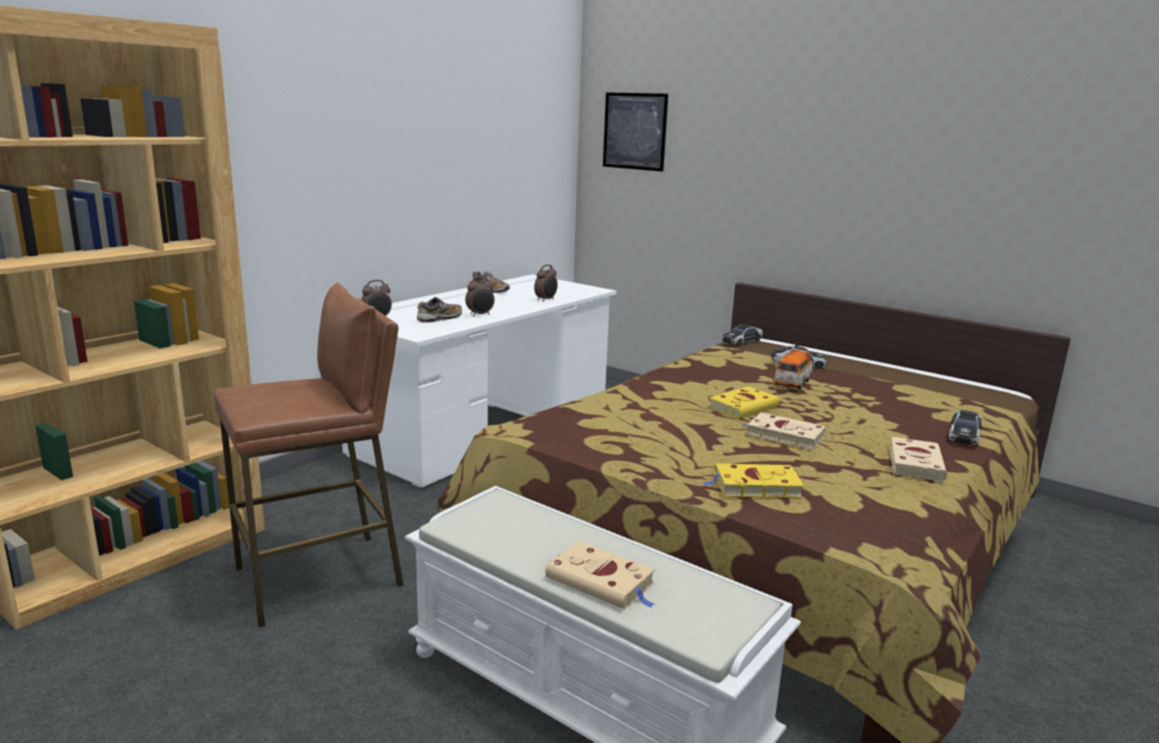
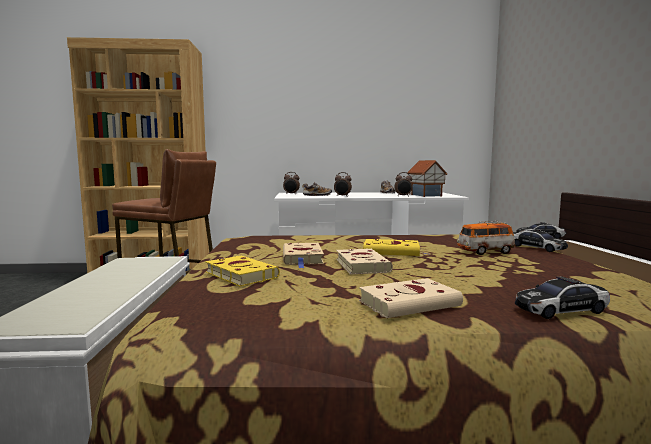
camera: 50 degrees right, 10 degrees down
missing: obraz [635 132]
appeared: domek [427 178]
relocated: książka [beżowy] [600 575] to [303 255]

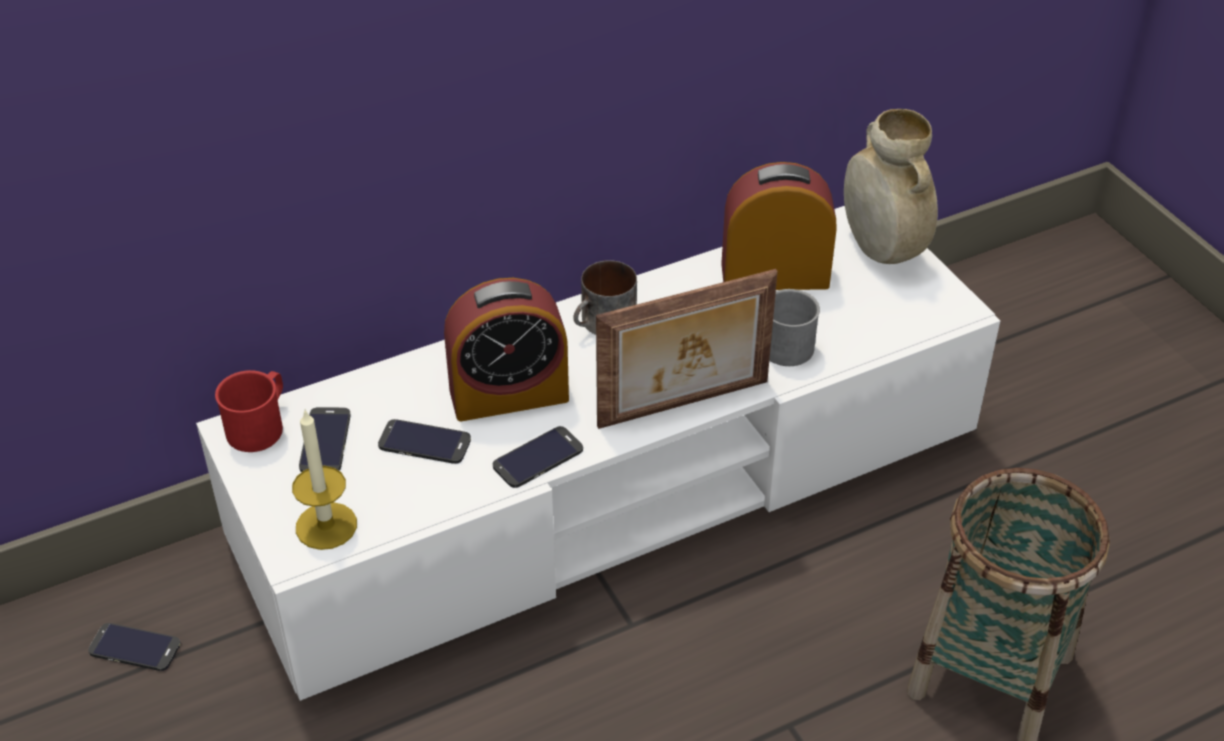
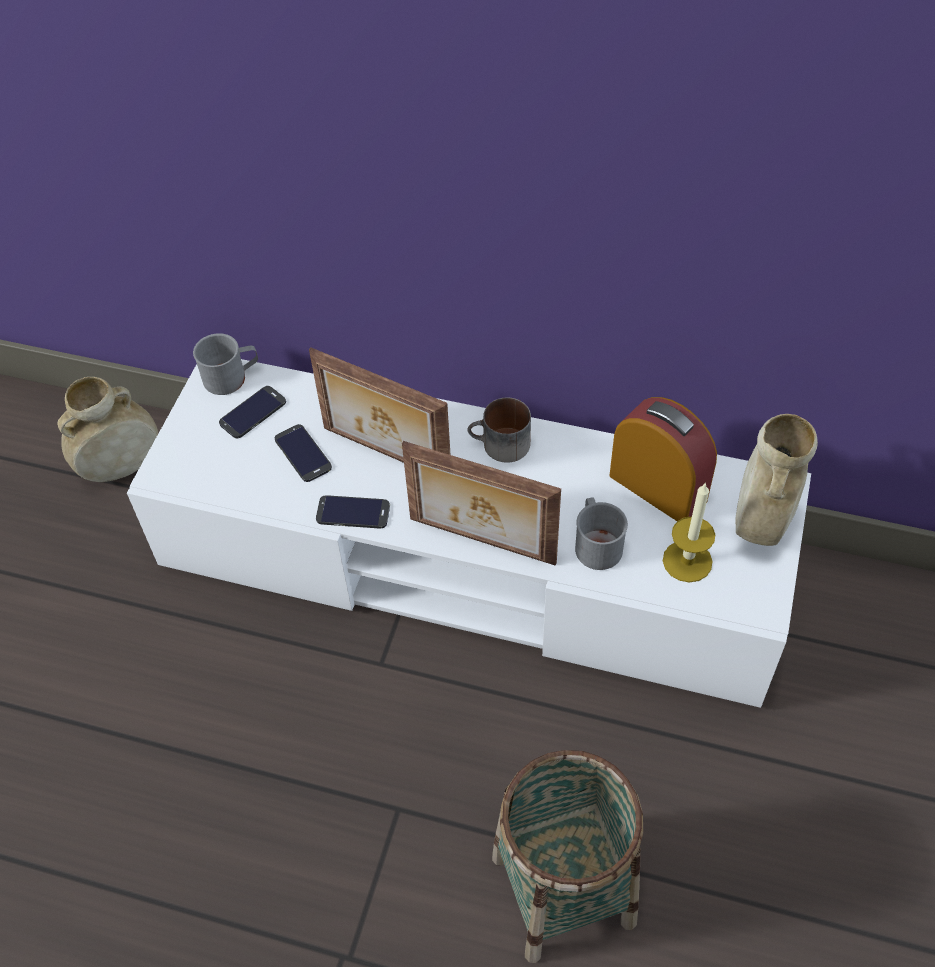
camera: 45 degrees right, 10 degrees up
relocated: świeca [324 480] to [689 532]
exchanged: telefon [134 647] to wazon [beżowy] [107 429]; budzik [506 349] to ramka na zdjęcie [380 405]
colour: kubek [czerwony] [249 411] to kubek [szary] [225 364]

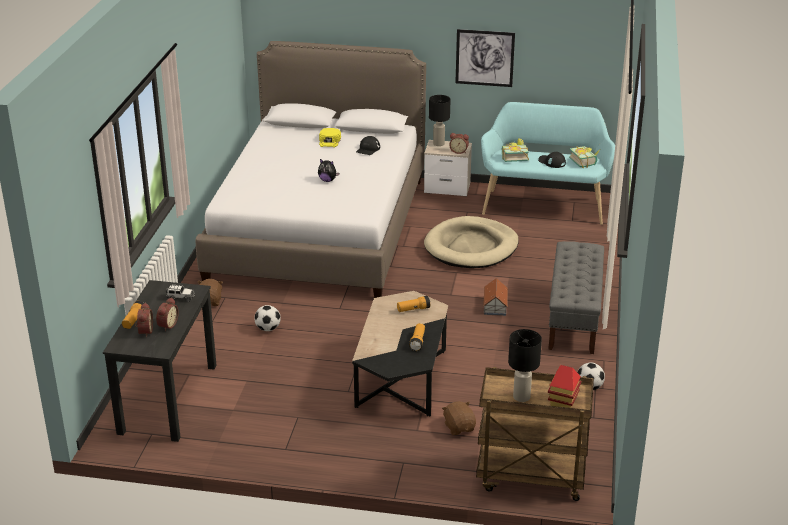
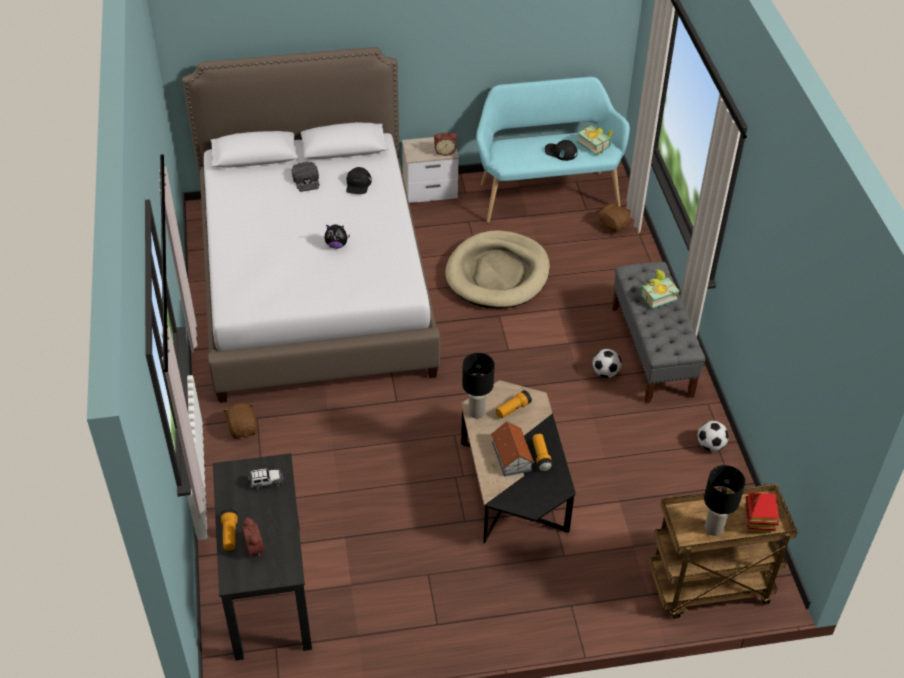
camera: 20 degrees left, 15 degrees up
missing: budzik [167 314]; obraz [485 58]
relocated: piłka futbolowa [268 318] to [607 363]; lampa stołowa [czarny] [440 120] to [478 386]; pluszak [brązowy] [459 418] to [615 218]; domek [495 297] to [512 448]; książka [515 150] to [660 289]
colour: czapka z daszkiem [żółty] [330 137] to czapka z daszkiem [czarny] [306 177]

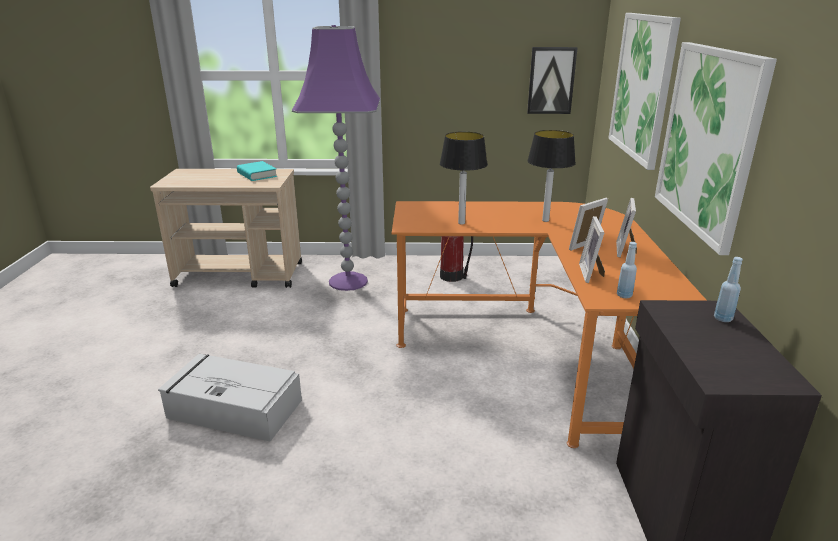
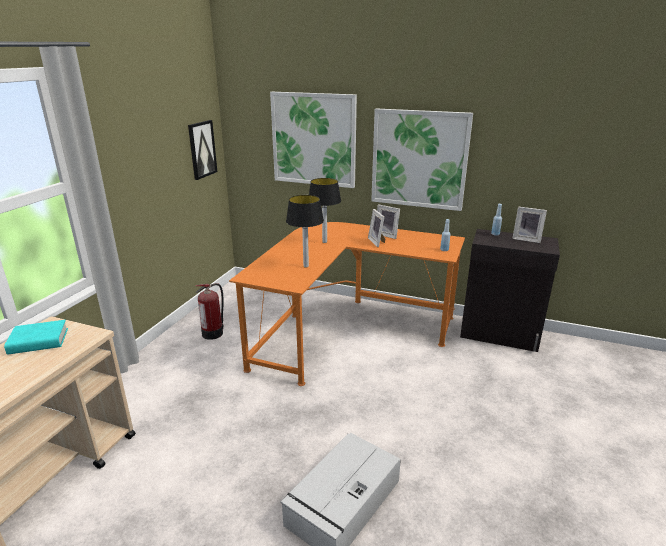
camera: 70 degrees left, 0 degrees up
missing: lampa stojąca [fioletowy] [336 158]
relocated: ramka na zdjęcie [592 249] to [529 225]

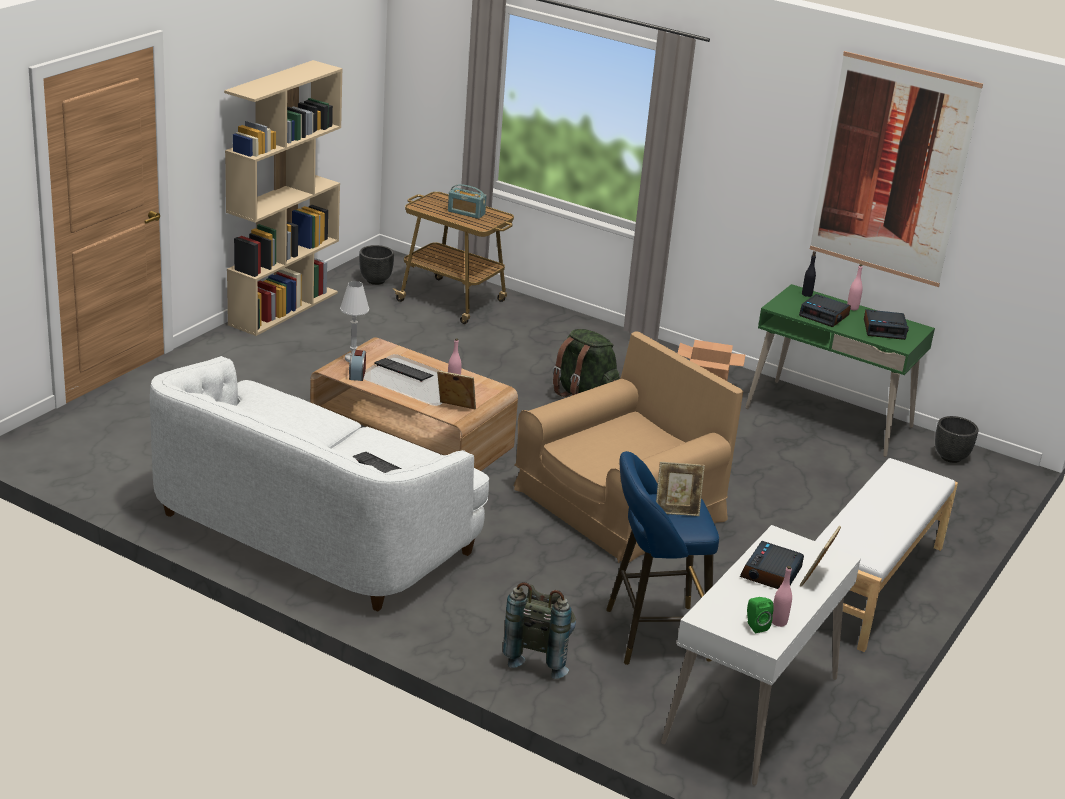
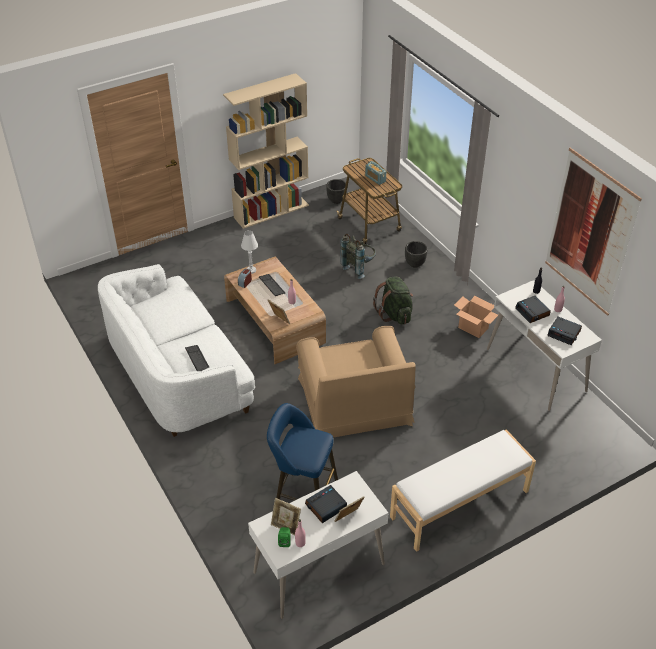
camera: 30 degrees right, 15 degrees up
relocated: plecak [szary] [539 630] to [358 256]; ramka na zdjęcie [680 489] to [286 516]; donica [czarny] [956 439] to [416 254]
colour: biurko [zielony] [840 370] to biurko [biały] [544 345]
spun: fotel [brązowy] [628 447] = [356 382] 90 degrees clockwise

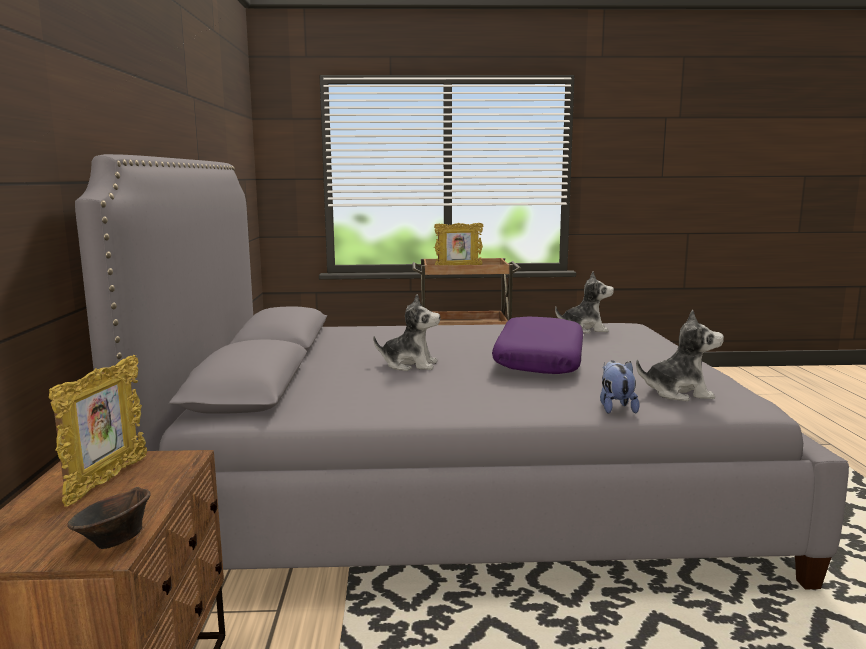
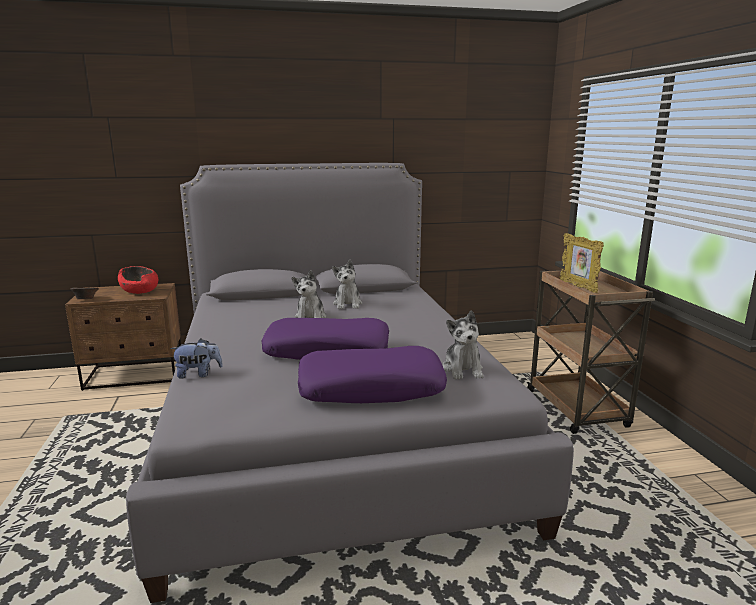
camera: 80 degrees right, 5 degrees up
appeared: poduszka [fioletowy] [372 374]
relocated: pluszak [680 355] to [347 284]
exchanged: ramka na zdjęcie [98 431] to miska [czerwony] [138 280]

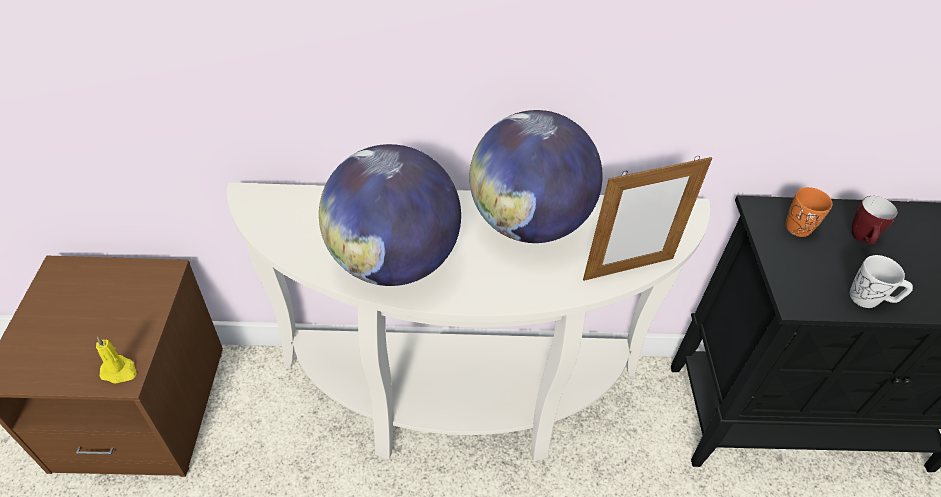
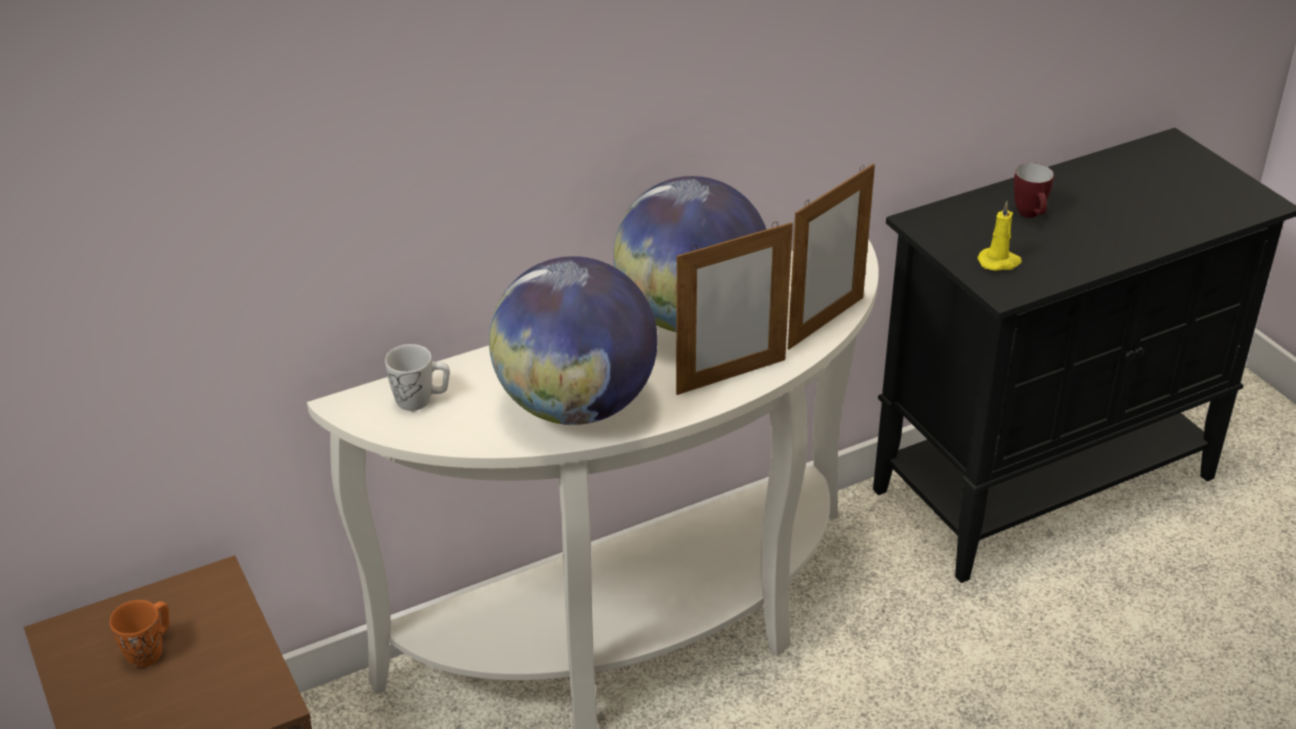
camera: 25 degrees left, 10 degrees down
appeared: ramka na zdjęcie [734 308]
relocated: świeca [żółty] [116 360] to [999 236]; kubek [pomarańczowy] [809 212] to [139 634]; kubek [biały] [881 281] to [417 377]

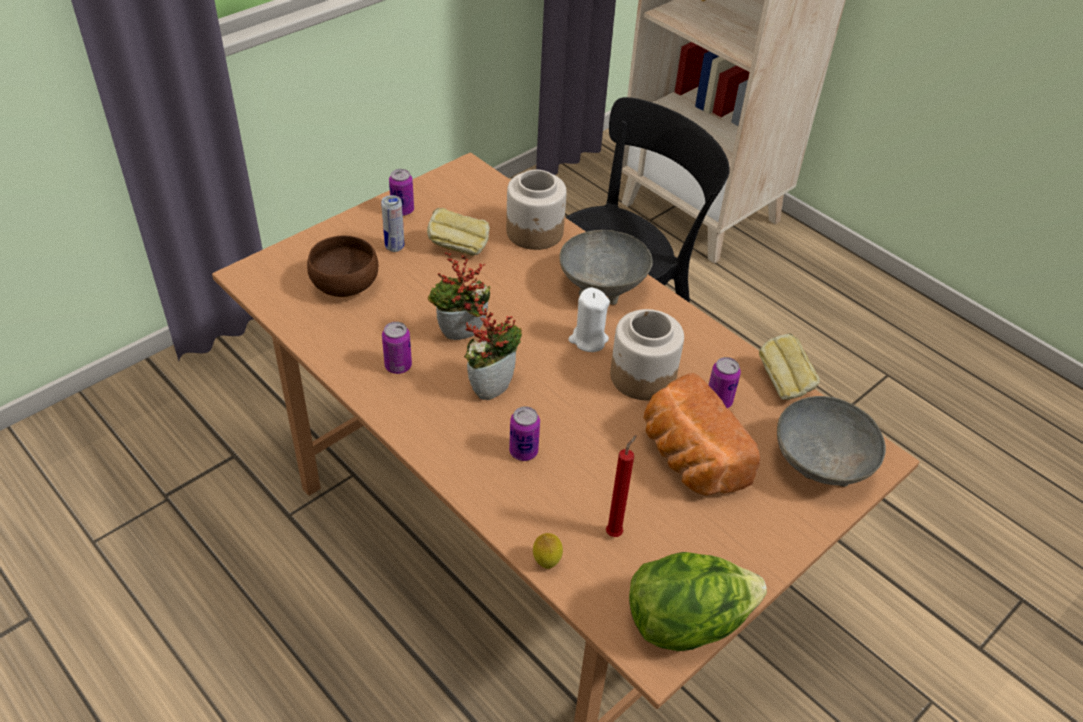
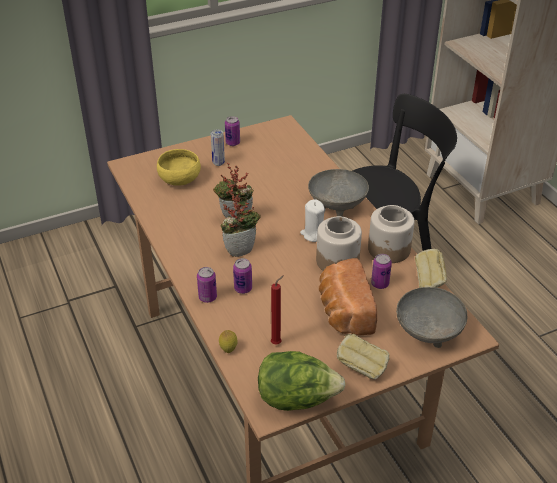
camera: 20 degrees right, 5 degrees down
relocated: puszka [397 348] to [207 285]; chleb [458 232] to [363 356]; słoik [536 210] to [391 234]
colour: miska [brązowy] [342 266] to miska [żółty] [179 167]

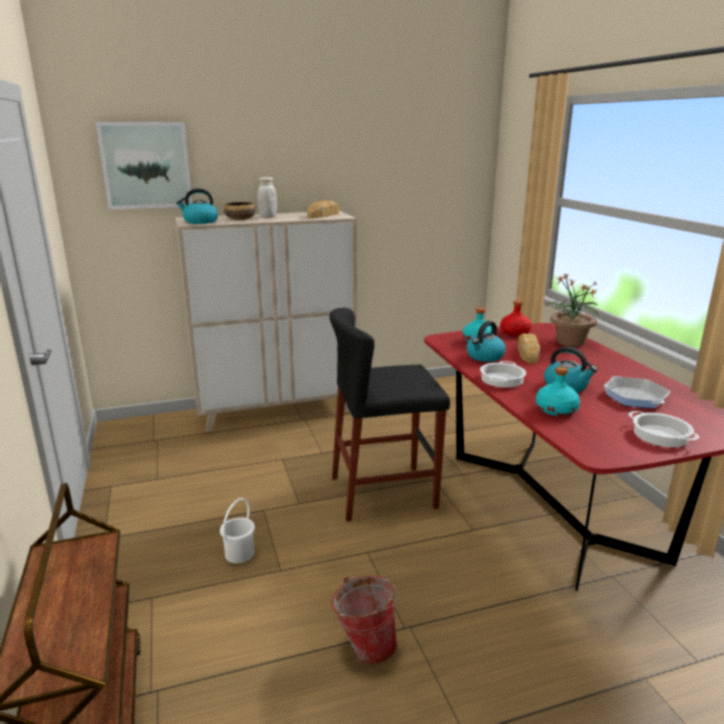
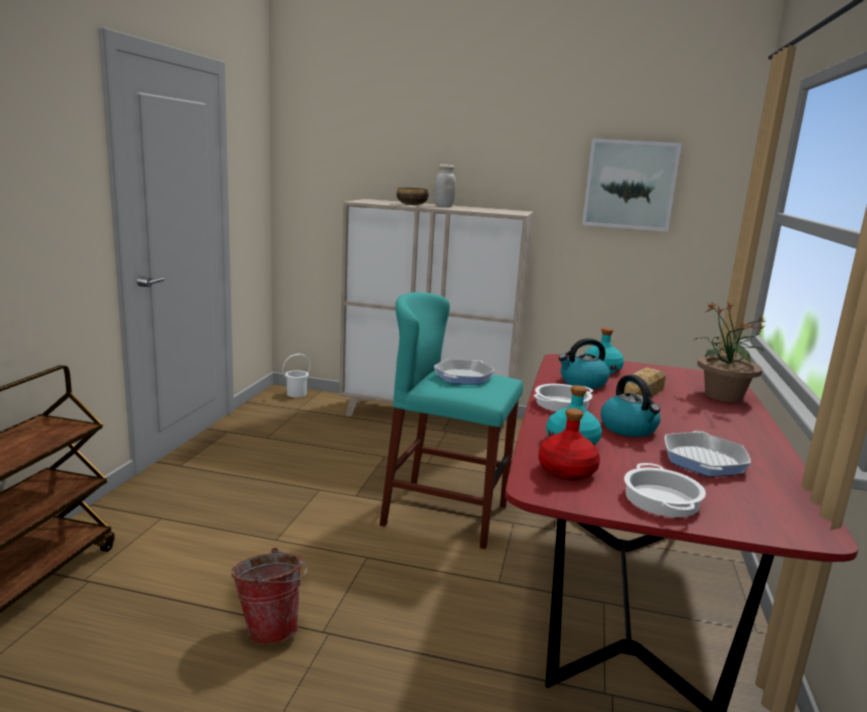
camera: 30 degrees right, 5 degrees down
missing: czajnik [197 206]; chleb [323 209]
appeared: patelnia [464 372]
relocated: obraz [144 166] to [632 185]; wiadro [biały] [237 530] to [296 376]; butelka [czerwony] [516 318] to [569 444]
colour: stołek [czarny] [389 414] to stołek [turkusowy] [451 420]

